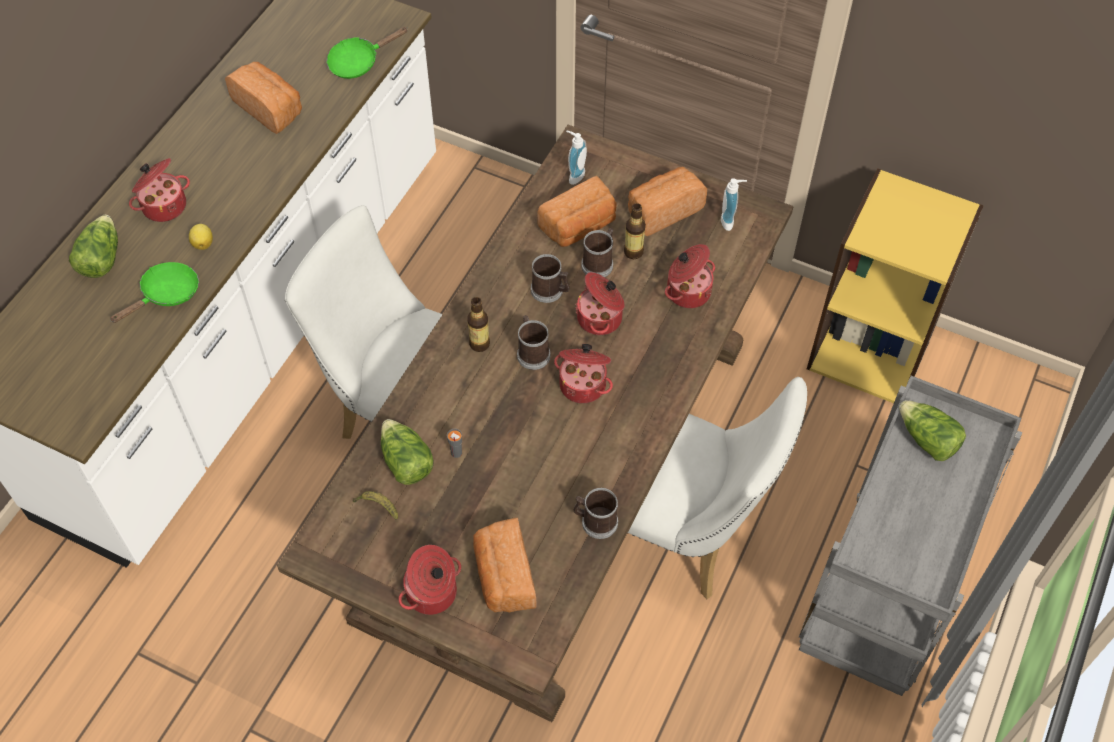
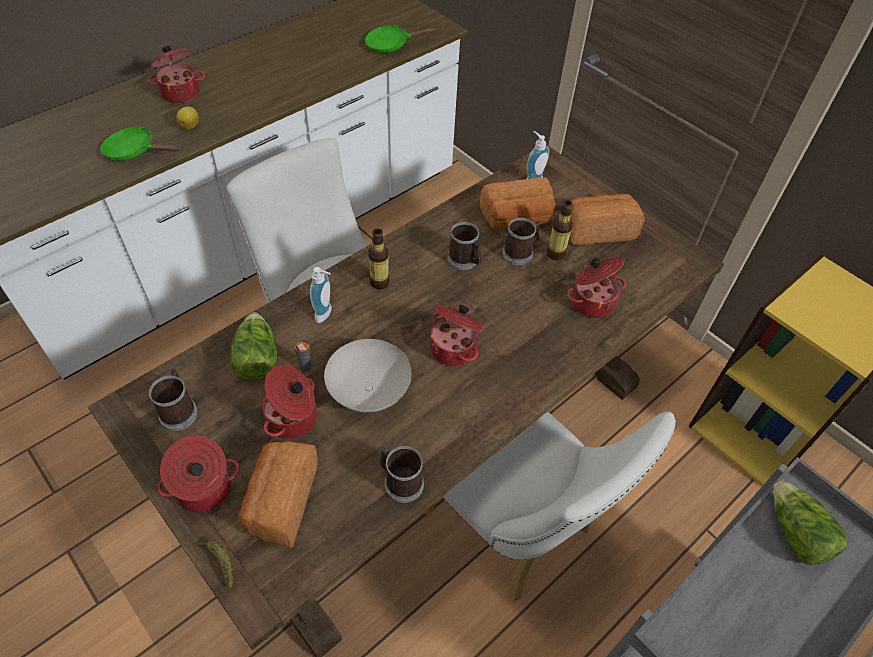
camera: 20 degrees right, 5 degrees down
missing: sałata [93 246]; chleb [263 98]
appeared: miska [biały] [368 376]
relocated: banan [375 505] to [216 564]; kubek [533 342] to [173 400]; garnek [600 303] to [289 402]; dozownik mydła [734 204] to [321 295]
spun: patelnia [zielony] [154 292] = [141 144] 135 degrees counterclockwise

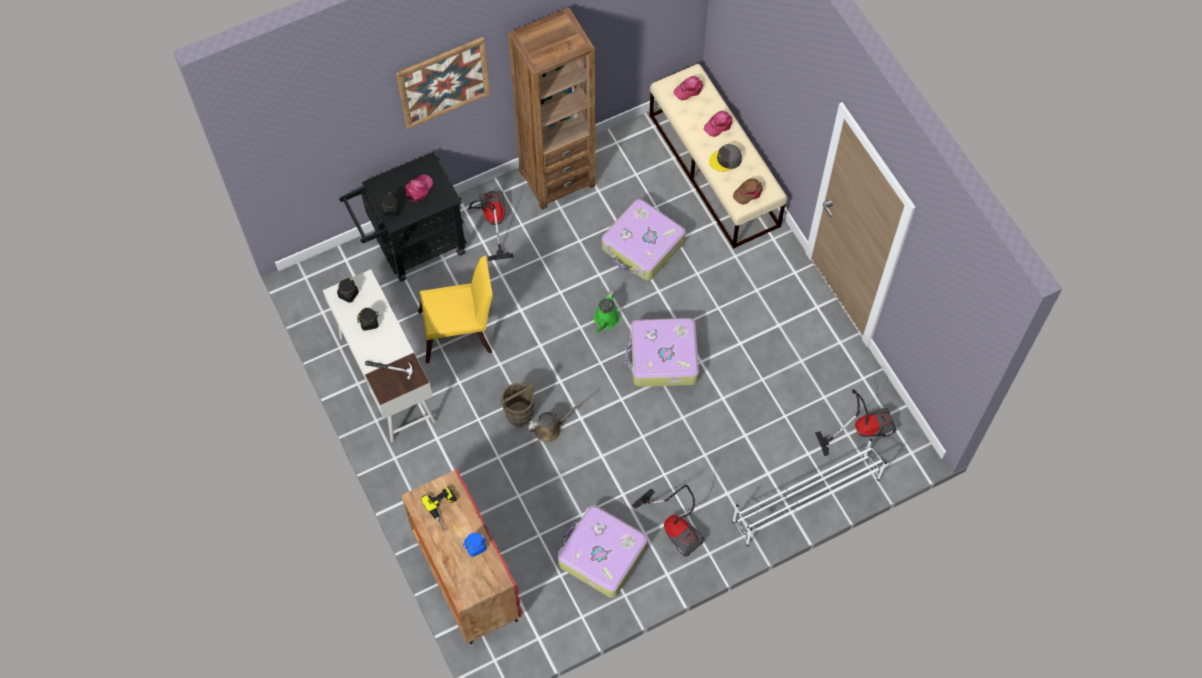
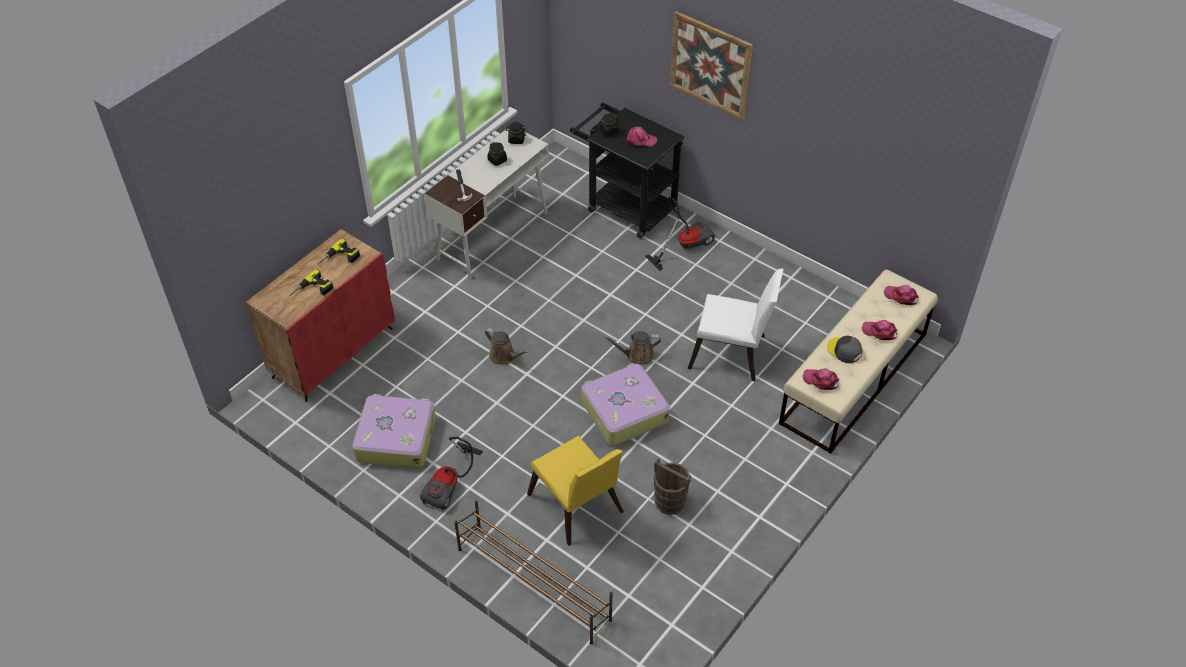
camera: 65 degrees right, 15 degrees down
missing: regał [brązowy] [552 108]; odkurzacz [856 422]
relocated: krzesło [żółty] [455 309] to [575 491]; wiadro [brązowy] [517 404] to [672 486]
exchanged: słoik [niebieski] [474 545] to wiertarka [311 282]; walizka [643 240] to krzesło [biały] [735 325]
colour: konewka [zielony] [607 312] to konewka [brązowy] [632 348]; regał na buty [biały] [809 492] to regał na buty [brązowy] [533 572]; czapka z daszkiem [brązowy] [748 191] to czapka z daszkiem [różowy] [820 379]

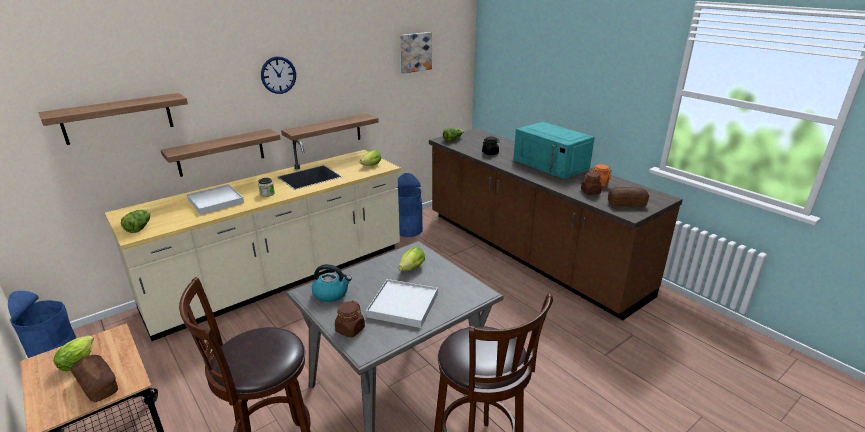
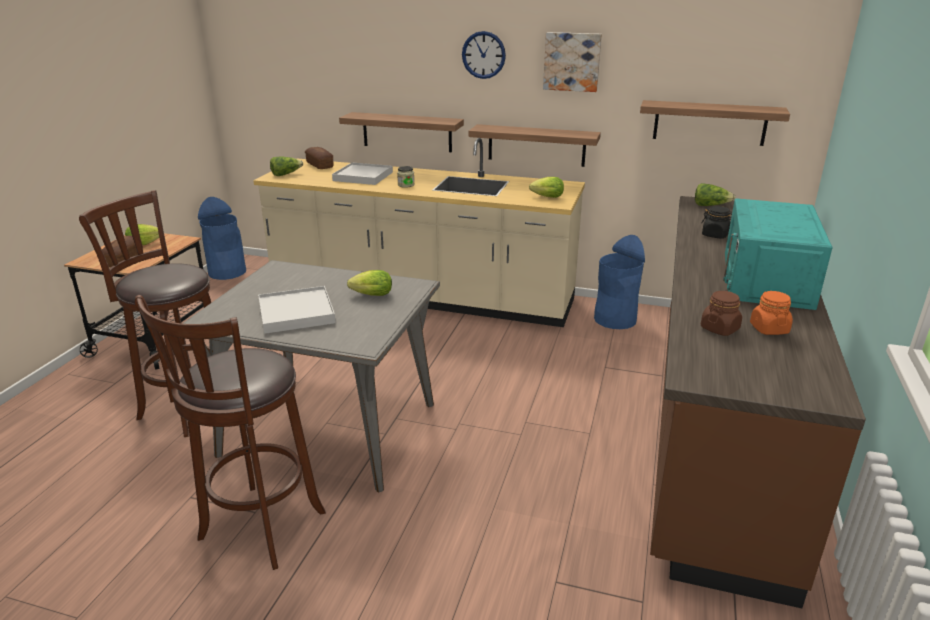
camera: 55 degrees right, 0 degrees up
missing: czajnik [332 283]; słoik [brązowy] [350 319]
relocated: półka [113 119] to [715 123]; obraz [416 53] to [572 62]; chleb [628 196] to [319 158]

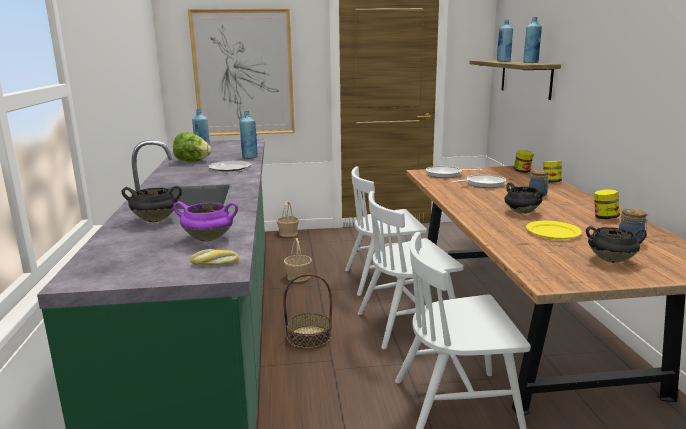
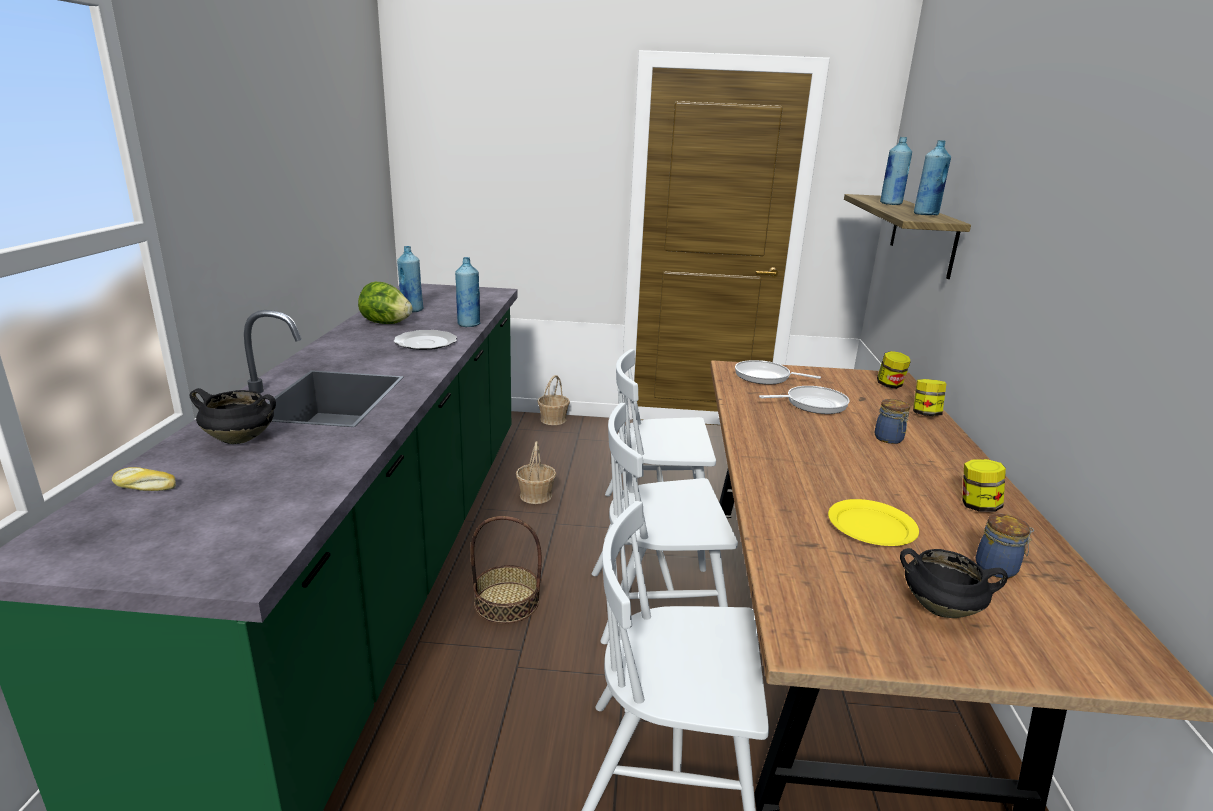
camera: 10 degrees right, 5 degrees up
missing: garnek [fioletowy] [205 221]; obraz [241 72]; garnek [czarny] [523 198]
relocated: chleb [214 257] to [144 479]

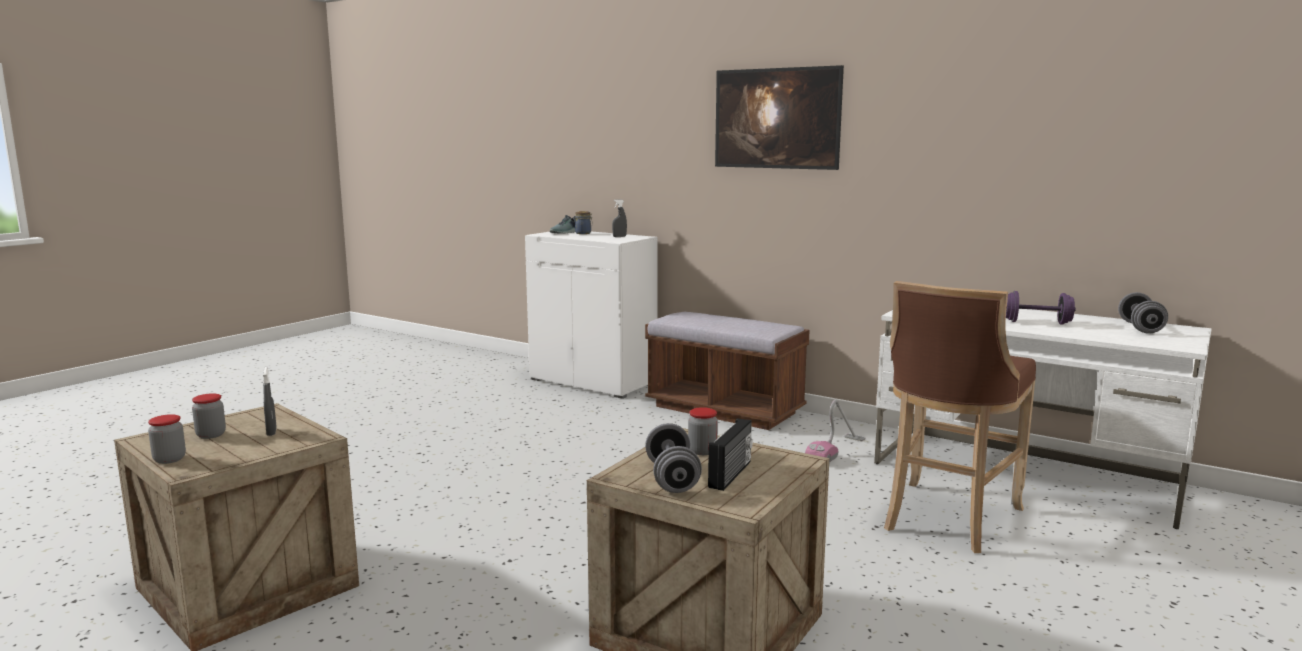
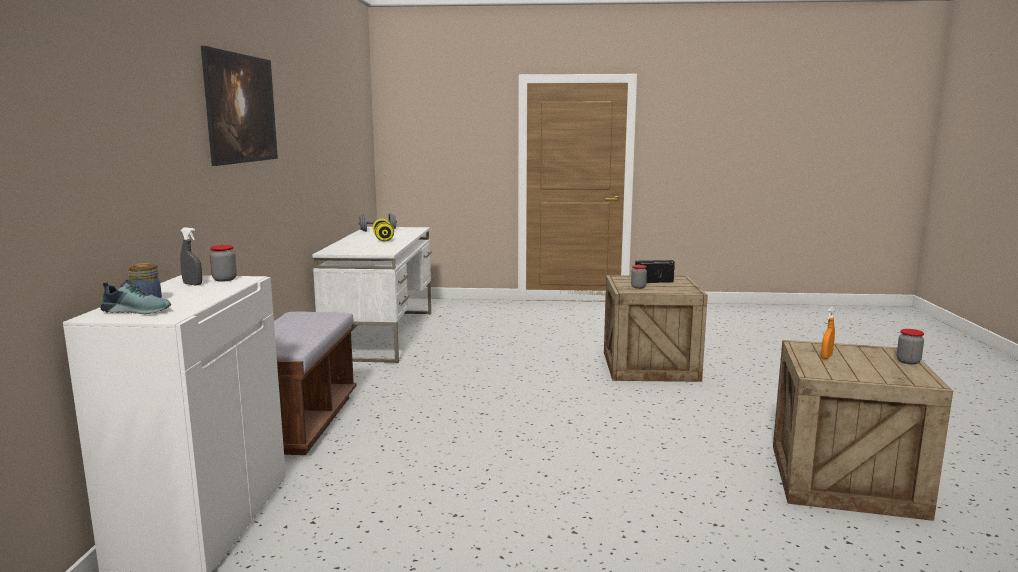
camera: 120 degrees left, 0 degrees up
missing: hantel [szary] [673 458]; odkurzacz [835 431]; stołek [brązowy] [960 417]
relocated: słoik [209 416] to [223 263]
colour: spryskiwacz [szary] [270 401] to spryskiwacz [pomarańczowy] [828 333]; hantel [fioletowy] [1041 307] to hantel [żółty] [383 230]

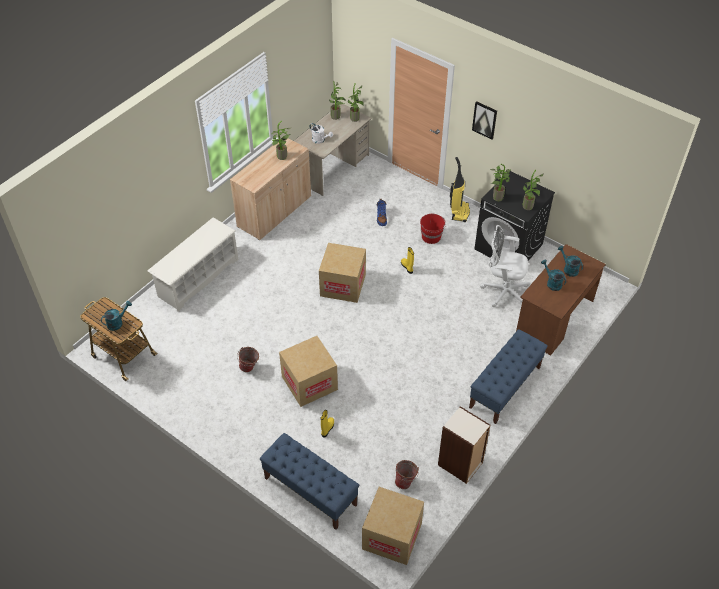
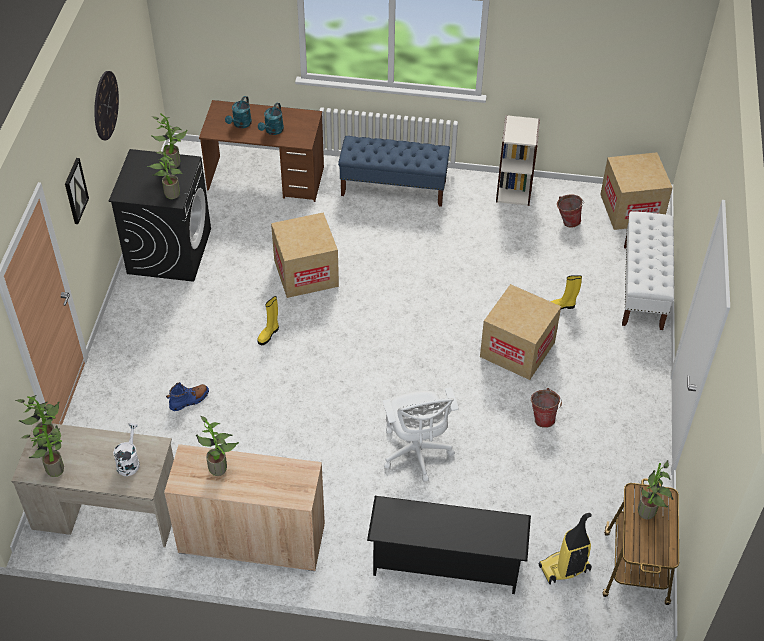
camera: 120 degrees left, 0 degrees up
missing: wiadro [czerwony] [433 229]
appeared: zegar ścienny [106 105]
relocated: karton [342 273] to [305 255]; odkurzacz [460 189] to [565 549]; krzesło biurowe [biały] [505 266] to [421 434]
exchanged: konewka [turkusowy] [116 316] to roślina doniczkowa [655 489]
colour: regał na buty [biały] [193 264] to regał na buty [czarny] [449 545]; ławka [niebieski] [309 481] to ławka [biały] [648 270]

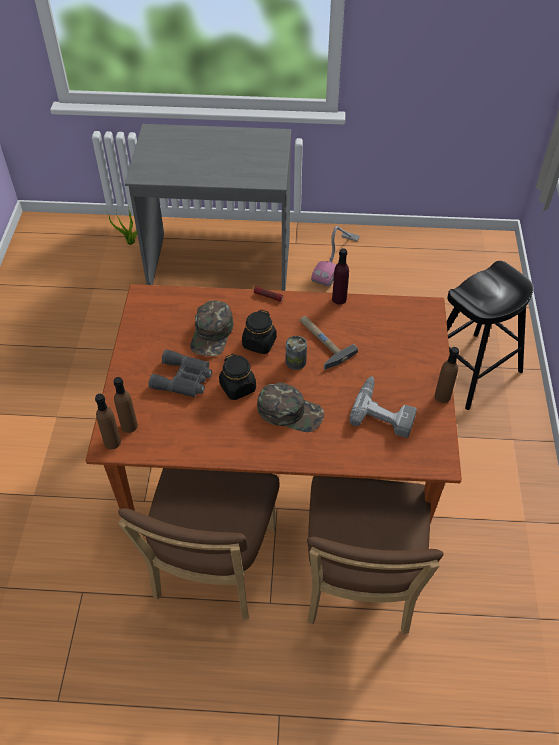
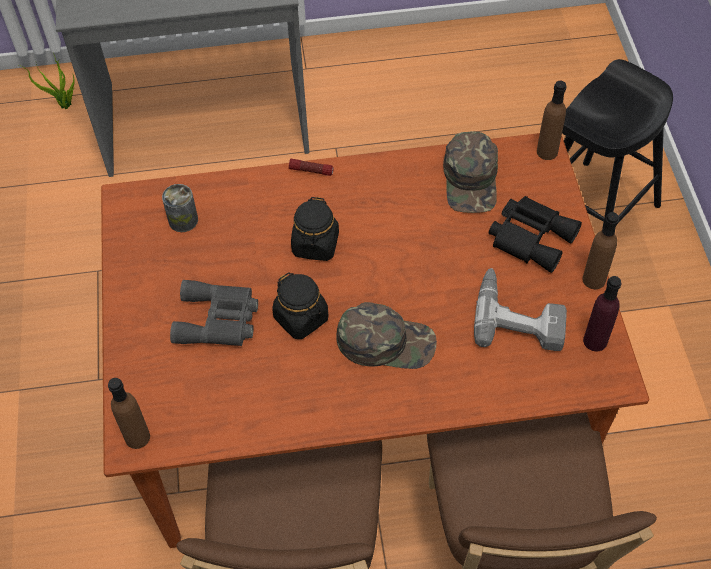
camera: 10 degrees left, 5 degrees up
missing: młotek [329 343]; odkurzacz [335 256]
appeared: lornetka [czarny] [535 234]
relocated: butelka [brązowy] [125 405] to [552 120]; czapka z daszkiem [zielony] [211 328] to [470 172]; puszka [296 353] to [180 208]; butelka [fioletowy] [340 276] to [602 313]

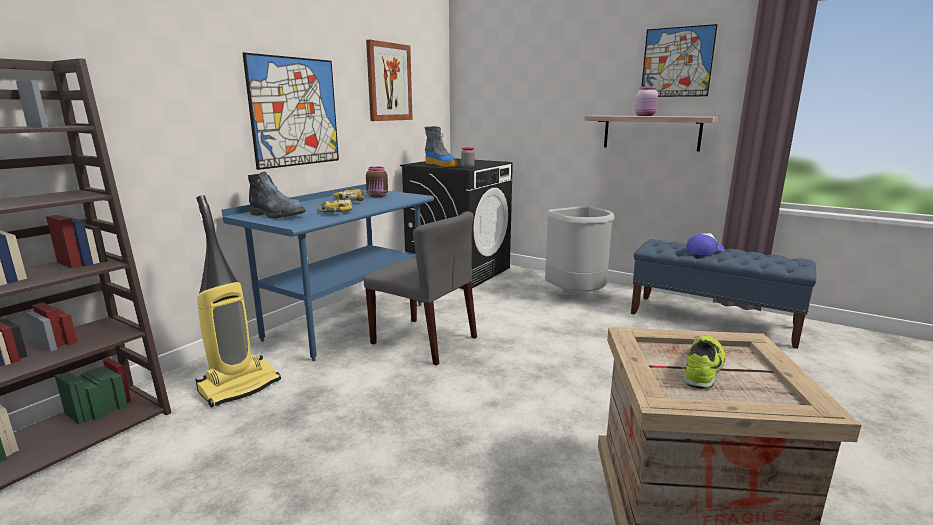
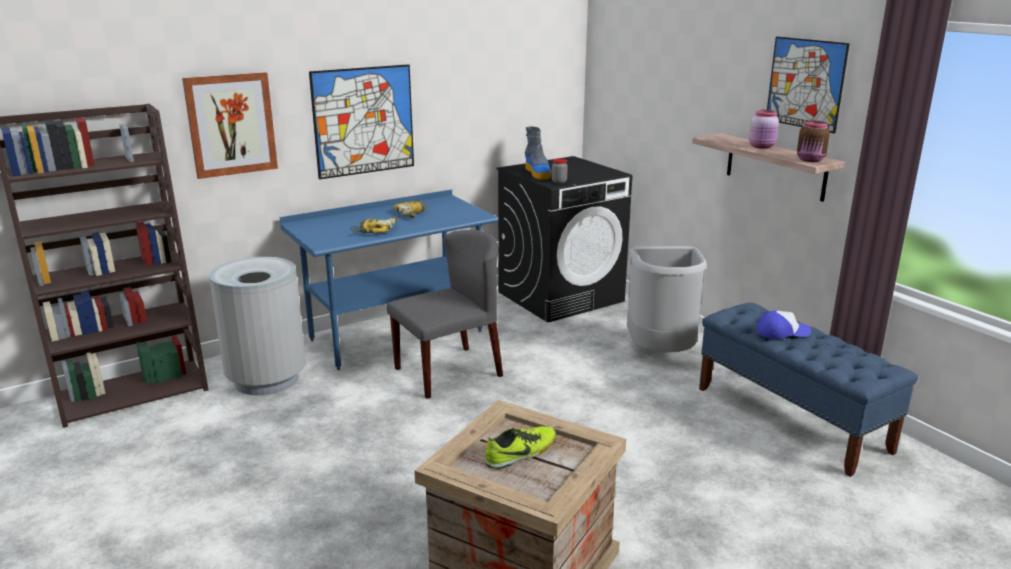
camera: 25 degrees right, 5 degrees up
missing: but z cholewką [277 195]
relocated: obraz [389 80] to [230 125]; słoik [brązowy] [377 182] to [813 141]
exchanged: odkurzacz [238 301] to kosz na śmieci [szary] [257 326]
spun: krzesło [szary] [420 288] = [445 314] 90 degrees counterclockwise

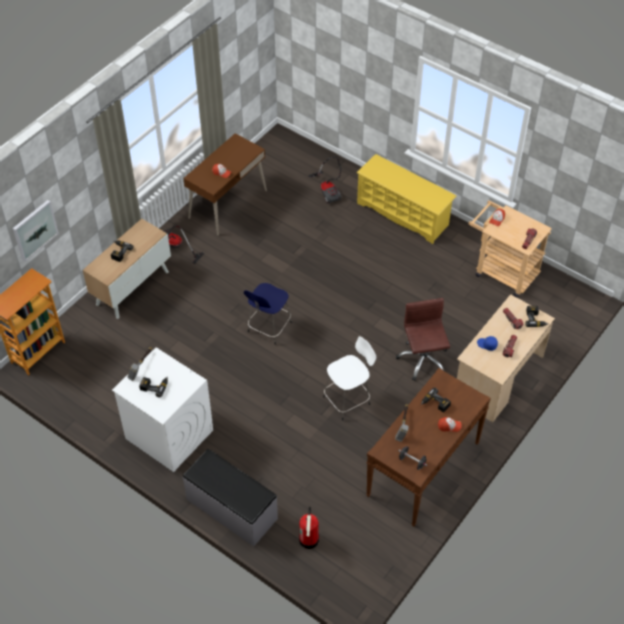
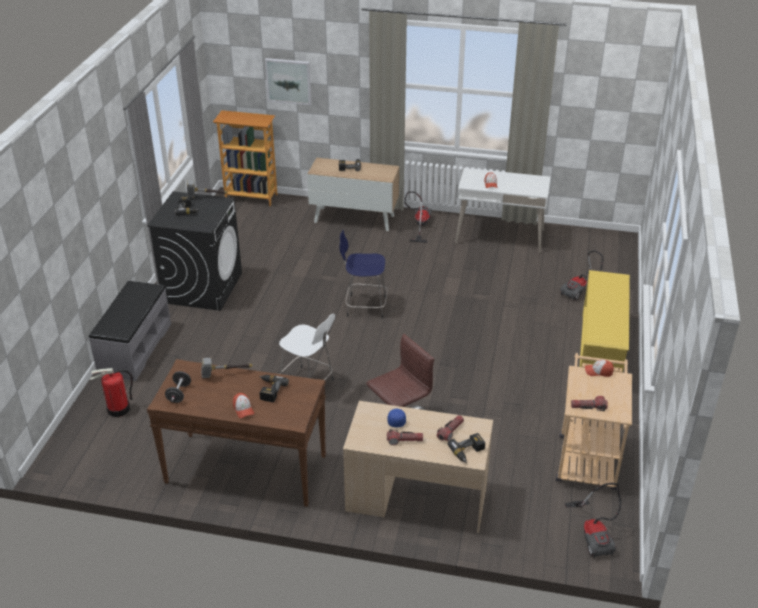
camera: 65 degrees right, 15 degrees down
appeared: odkurzacz [593 520]
colour: pralka [biały] [162 409] to pralka [czarny] [194 251]; biurko [brązowy] [225 184] to biurko [biały] [502 210]

